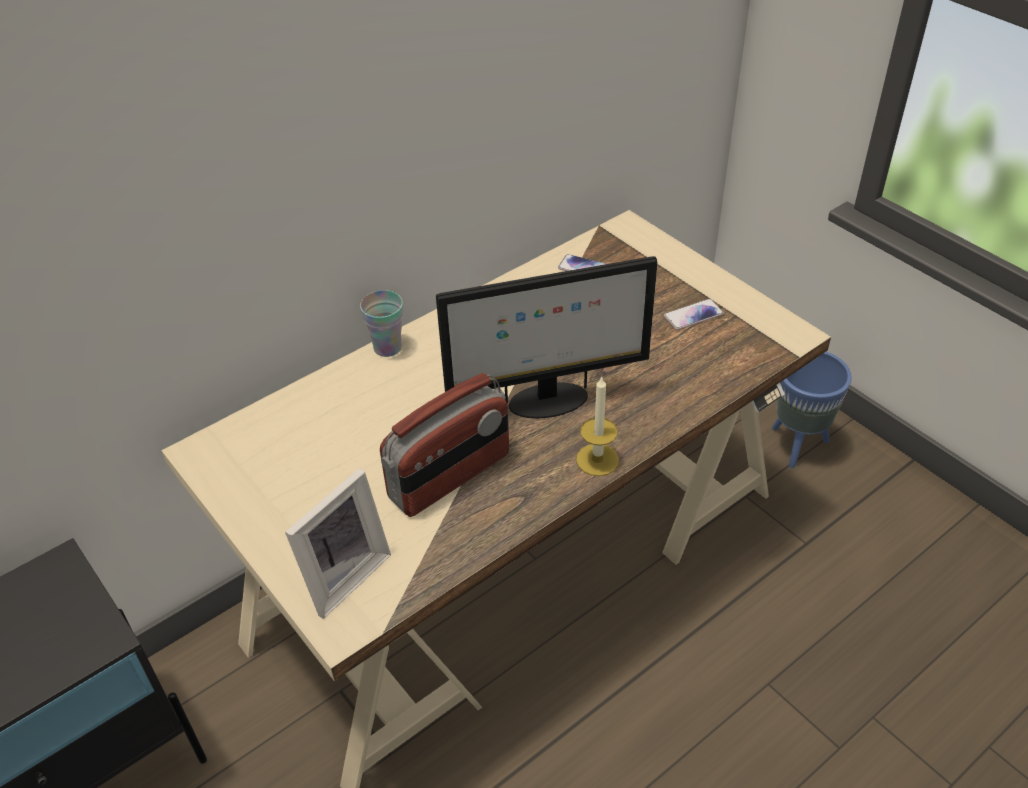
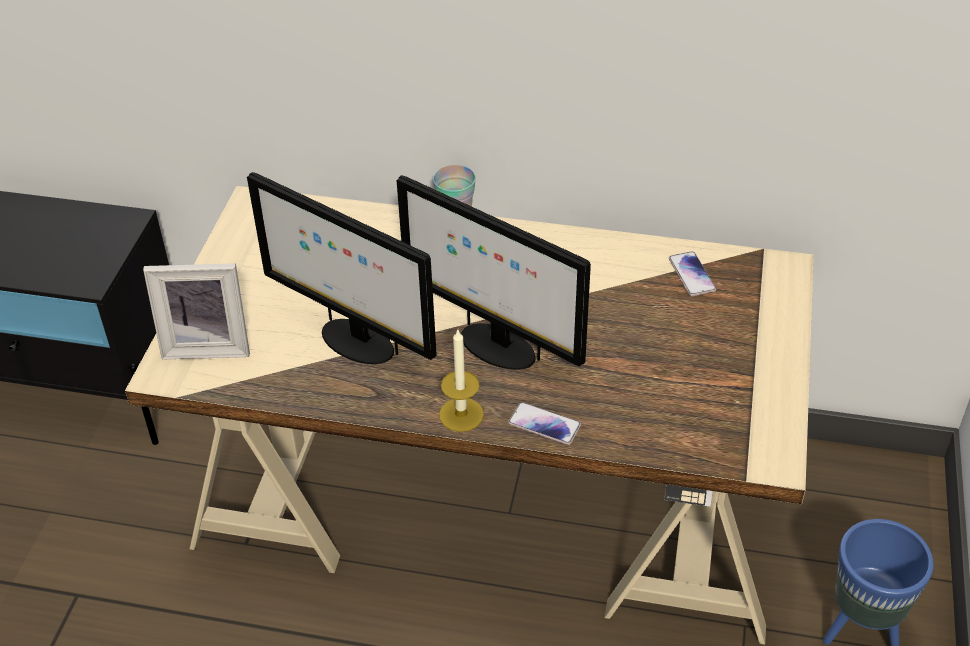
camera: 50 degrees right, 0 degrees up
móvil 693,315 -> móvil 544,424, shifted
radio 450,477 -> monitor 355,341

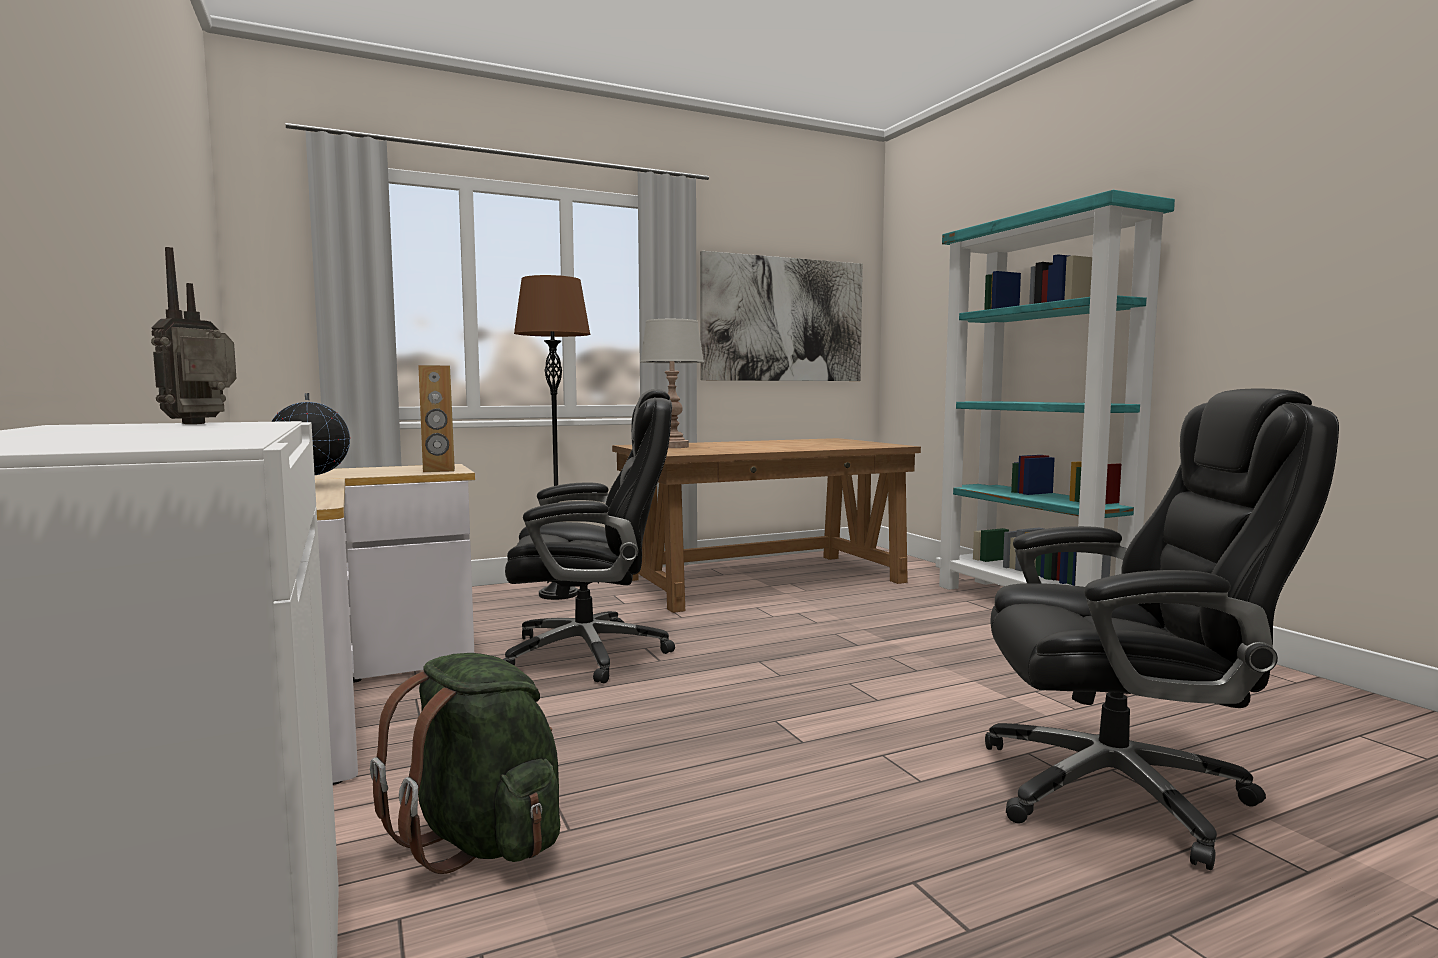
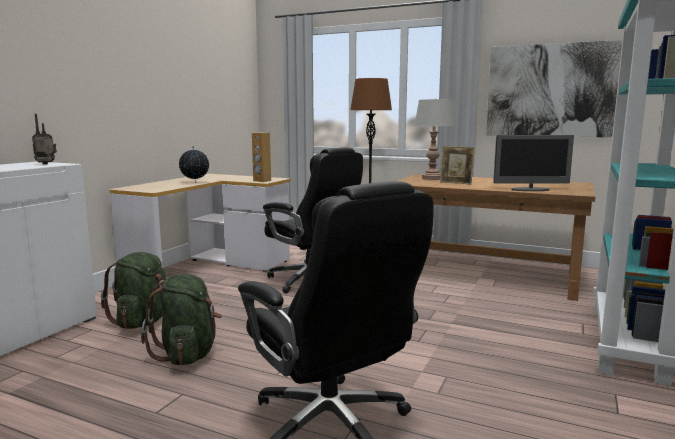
camera: 50 degrees right, 5 degrees up
none -> mochila/verde 187,354
none -> portarretratos 456,183
none -> monitor 530,190

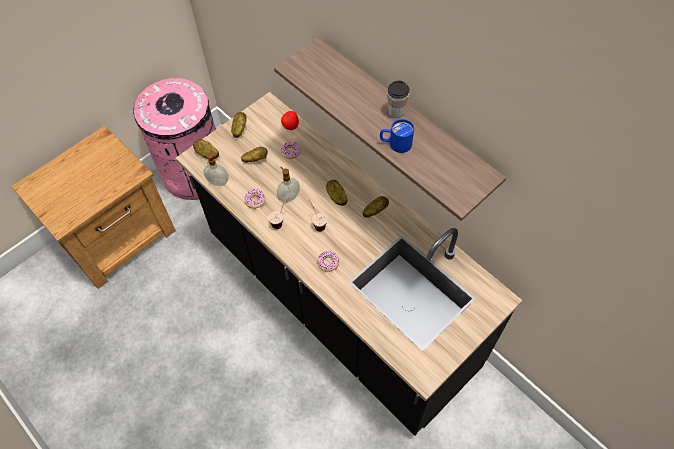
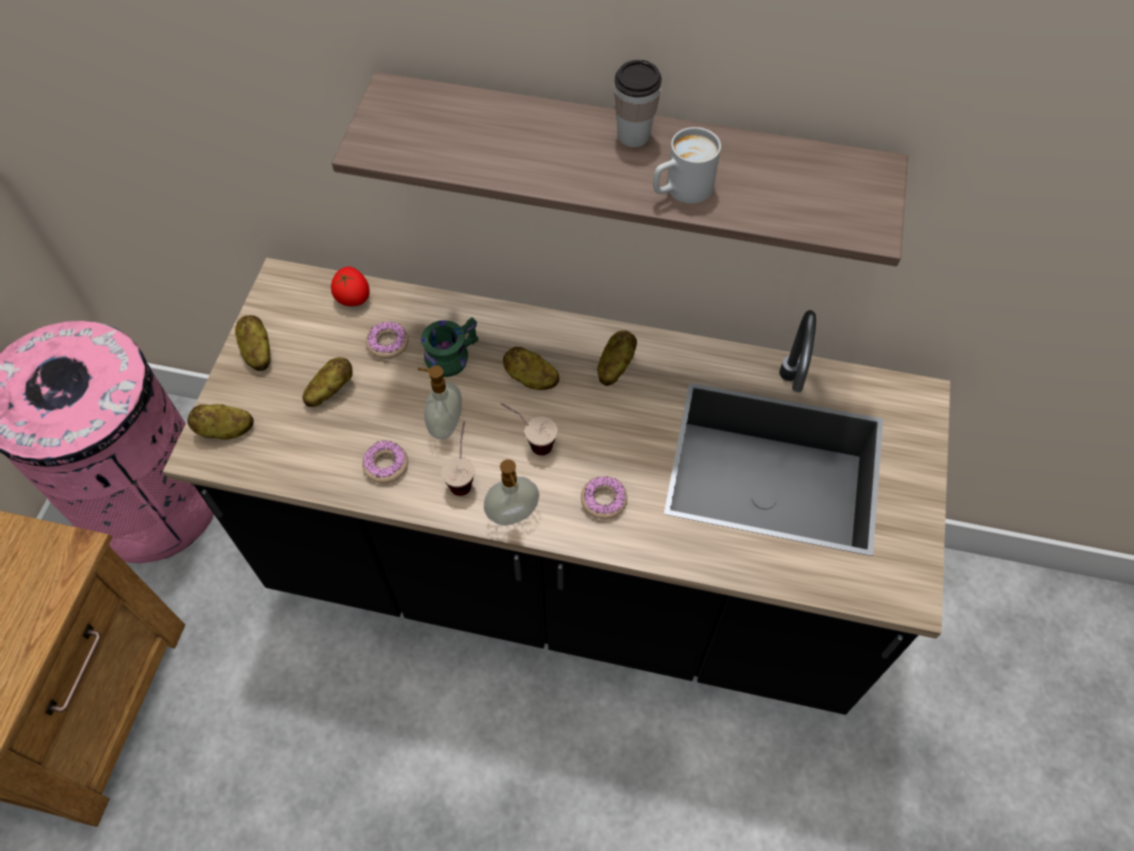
camera: 35 degrees left, 0 degrees up
none -> taza grande/verde 450,354
dispensador de jabón 218,182 -> dispensador de jabón 513,516, shifted
taza grande/azul 395,144 -> taza grande/blanco 680,190

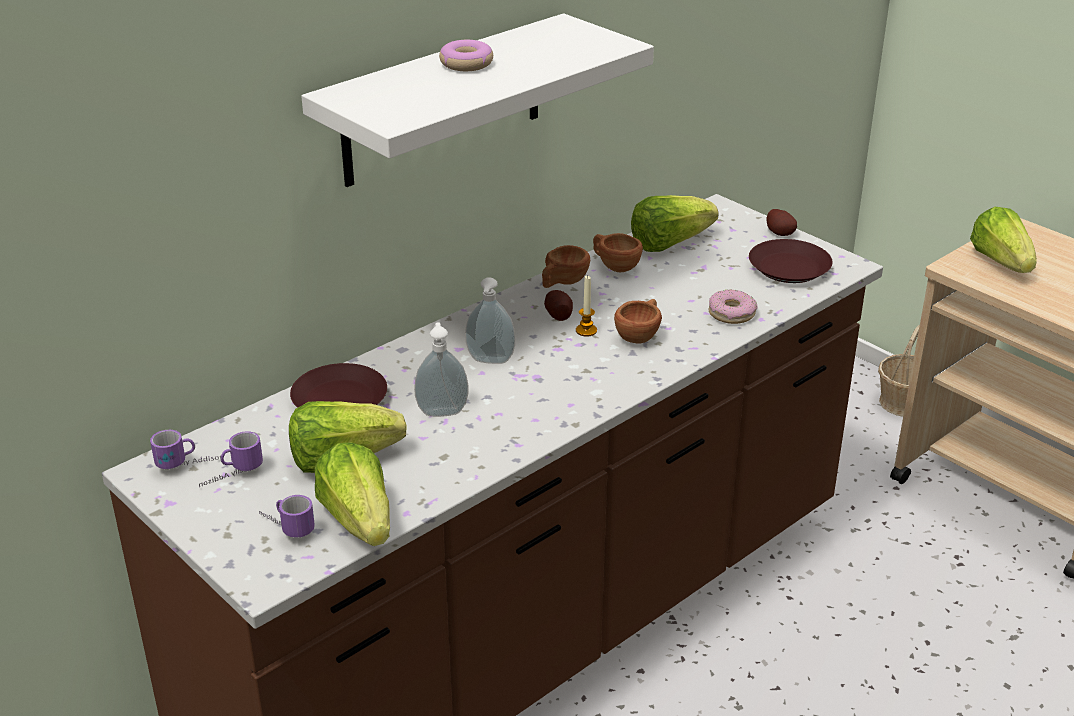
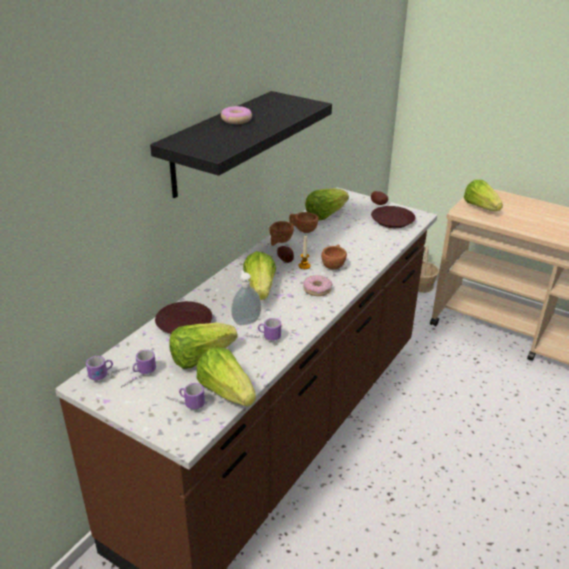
camera: 15 degrees left, 0 degrees up
none -> taza grande 262,338
rosquilla 731,313 -> rosquilla 317,289, shifted
dispensador de jabón 490,361 -> lechuga 260,289
estante/blanco 443,101 -> estante/negro 218,144

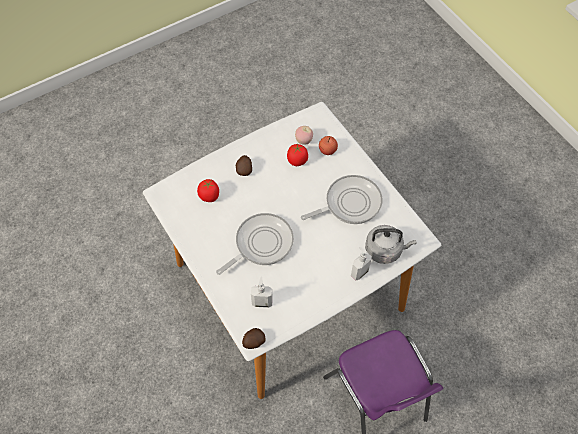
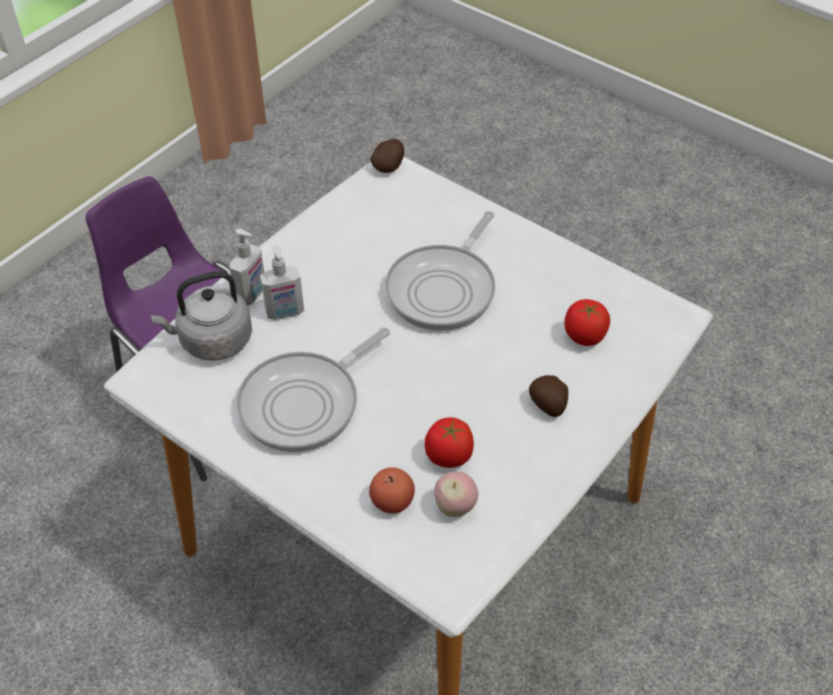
camera: 160 degrees right, 10 degrees down
dispensador de jabón 262,302 -> dispensador de jabón 285,313, shifted

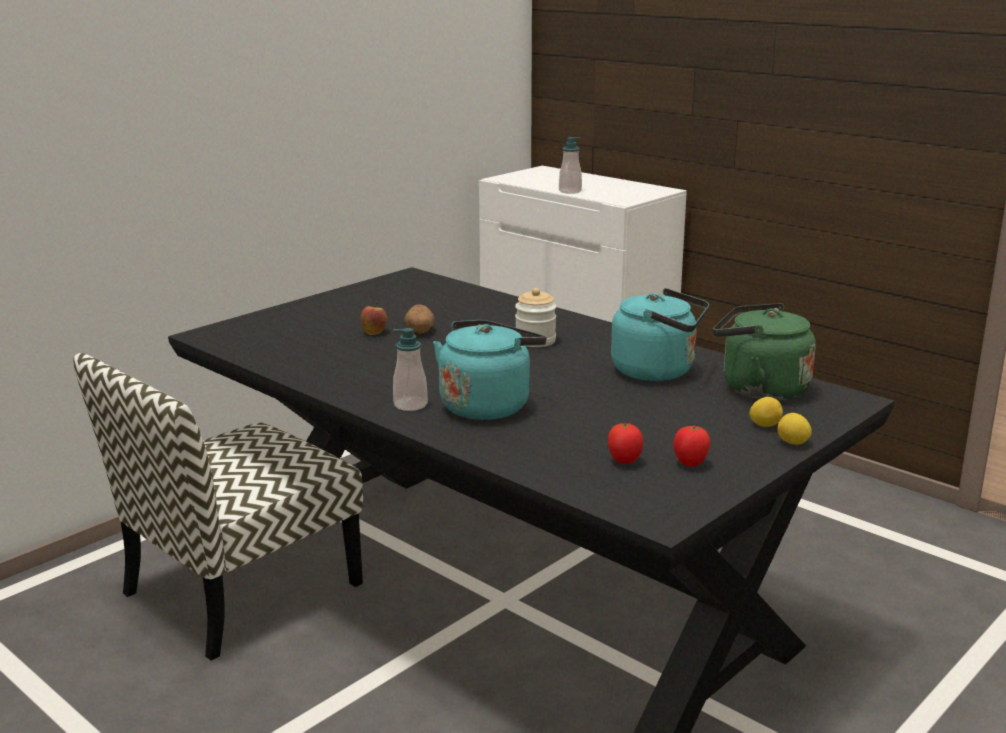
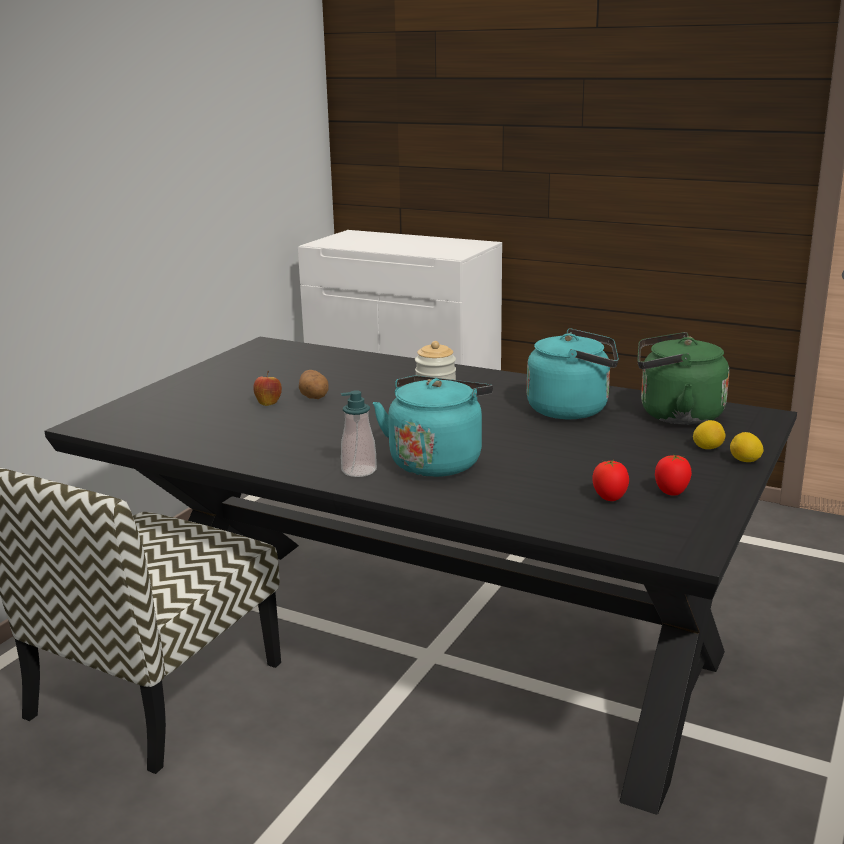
camera: 15 degrees left, 0 degrees up
dispensador de jabón 570,191 -> none

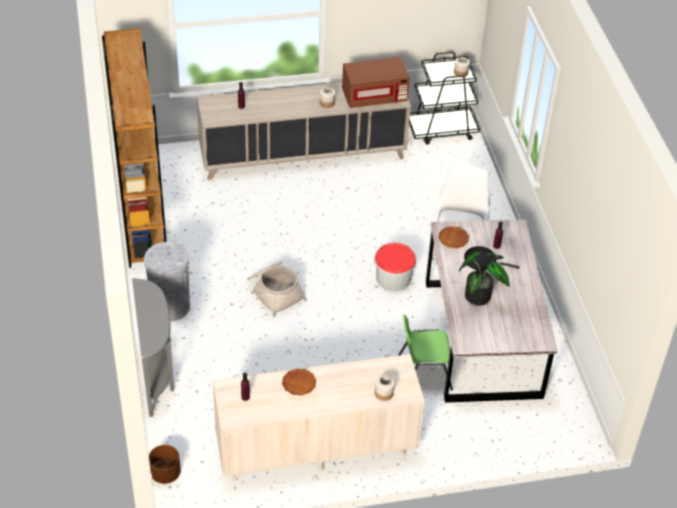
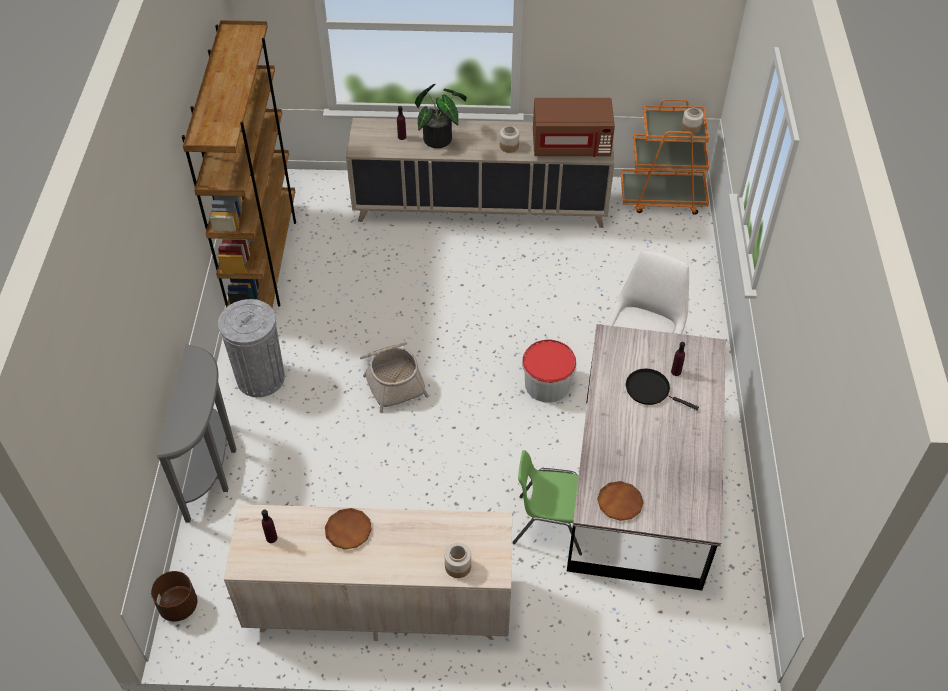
camera: 15 degrees right, 5 degrees up
plato/marrón 453,239 -> plato/marrón 619,502, shifted
planta en maceta 480,295 -> planta en maceta 441,139, shifted
carrito/negro 442,130 -> carrito/naranja 662,197

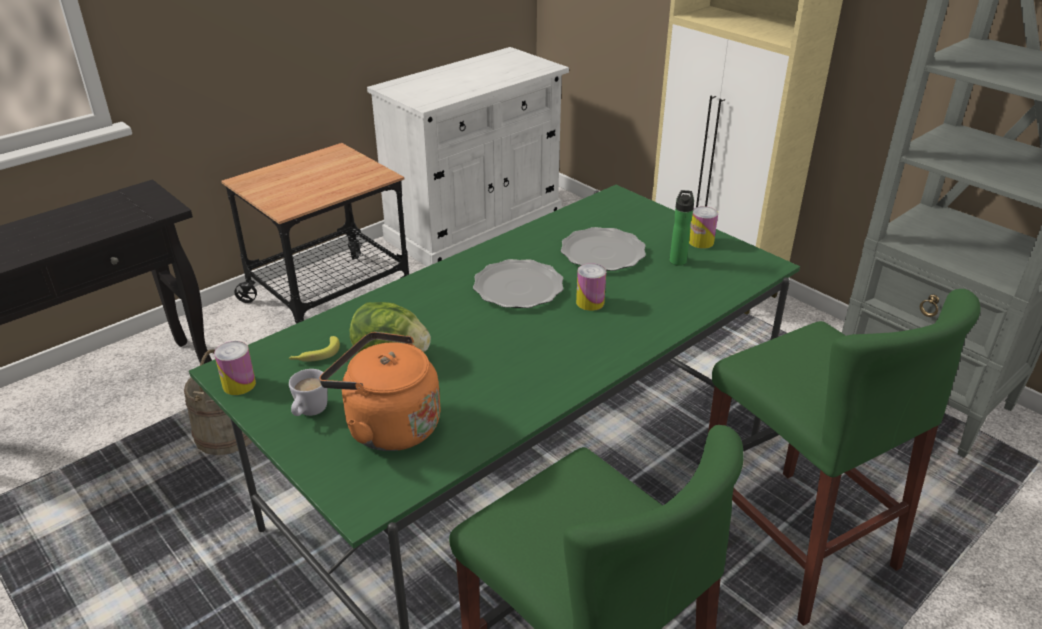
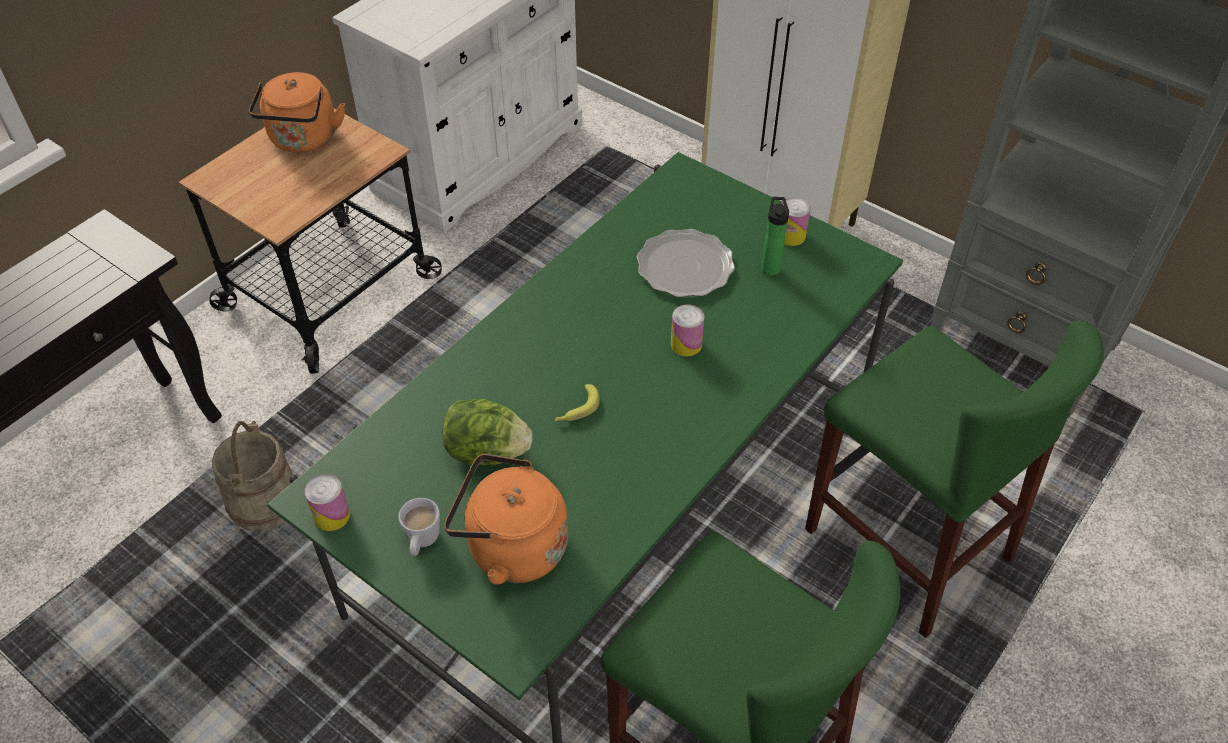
camera: 10 degrees left, 15 degrees up
plato 519,287 -> none
none -> hervidor/naranja 303,140
plátano 315,355 -> plátano 576,409, shifted

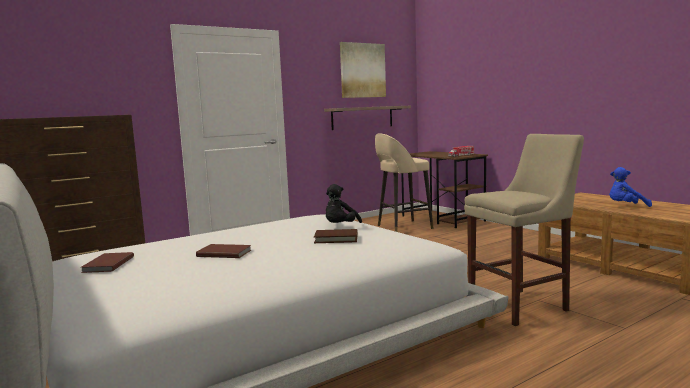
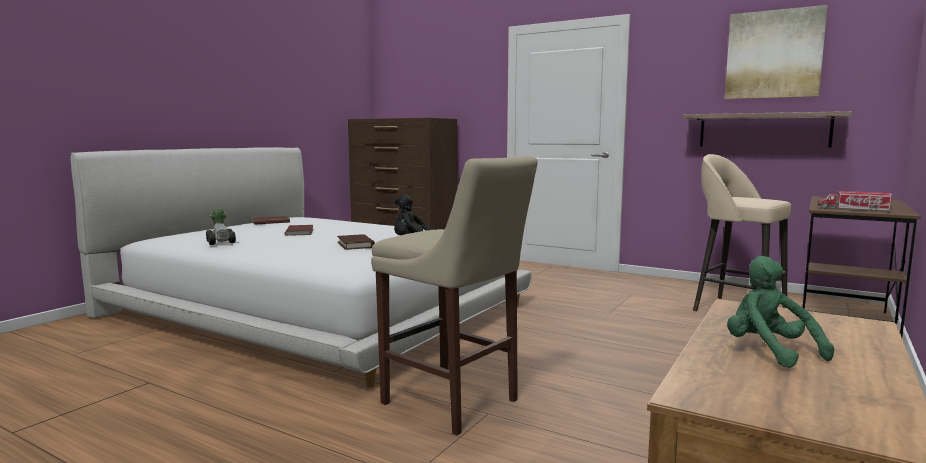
camera: 65 degrees right, 0 degrees up
none -> coche de juguete 221,242
peluche/azul 626,206 -> peluche/verde 769,351

